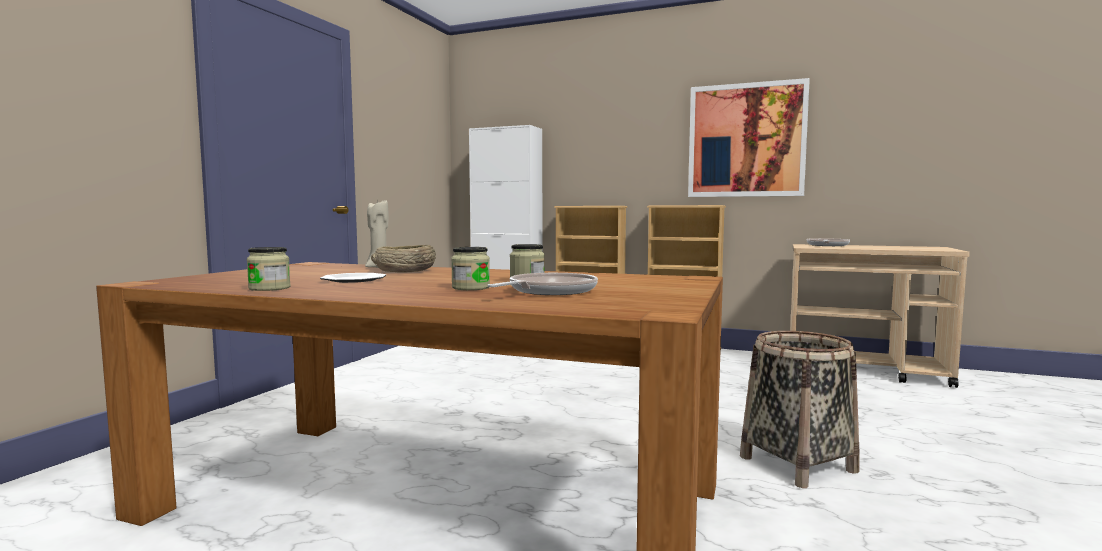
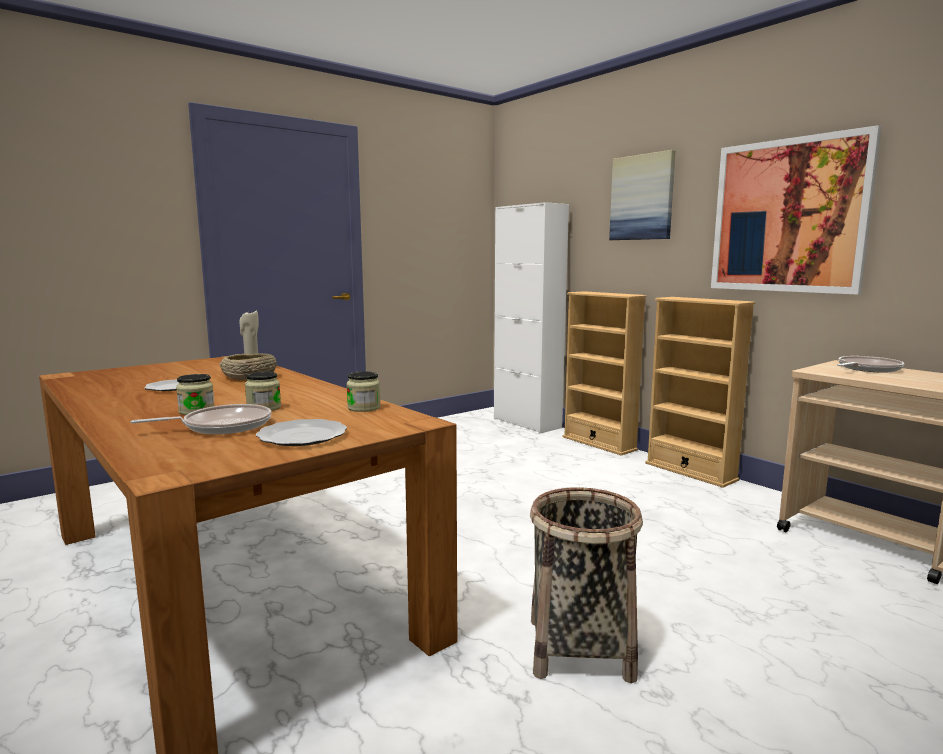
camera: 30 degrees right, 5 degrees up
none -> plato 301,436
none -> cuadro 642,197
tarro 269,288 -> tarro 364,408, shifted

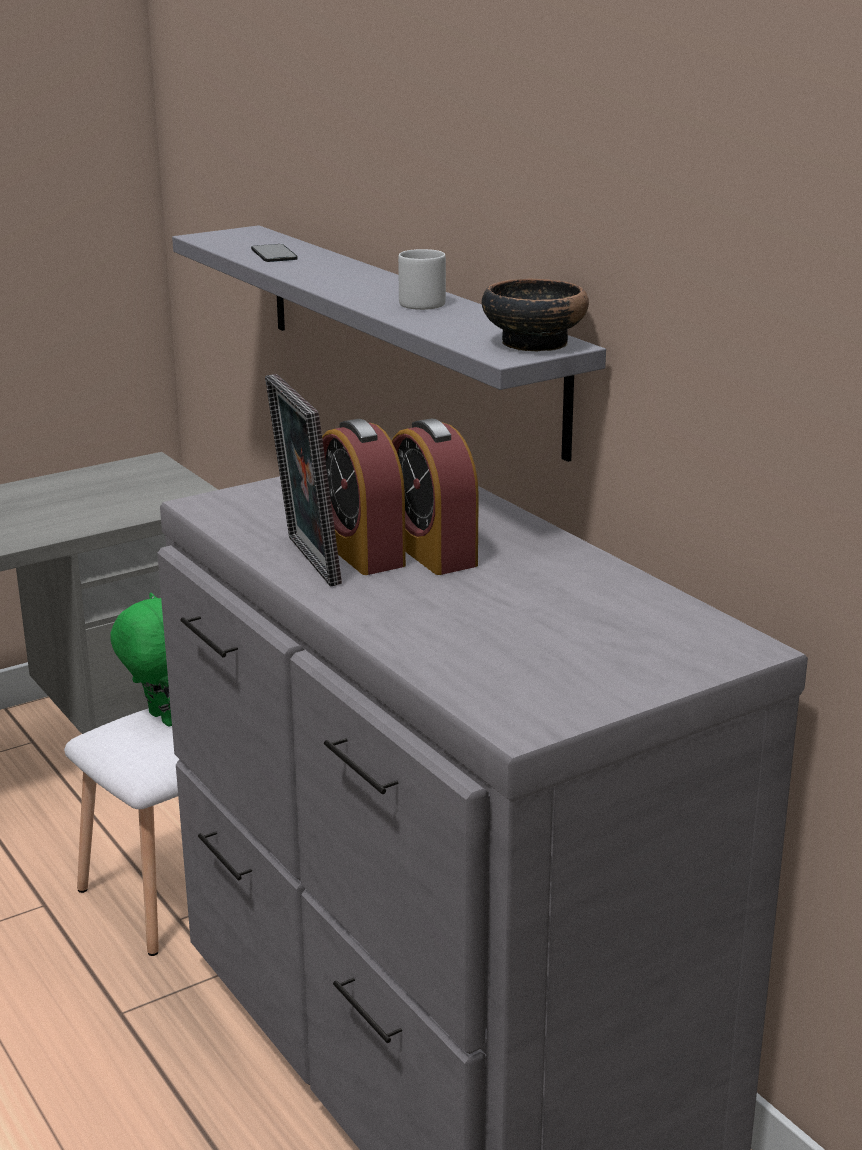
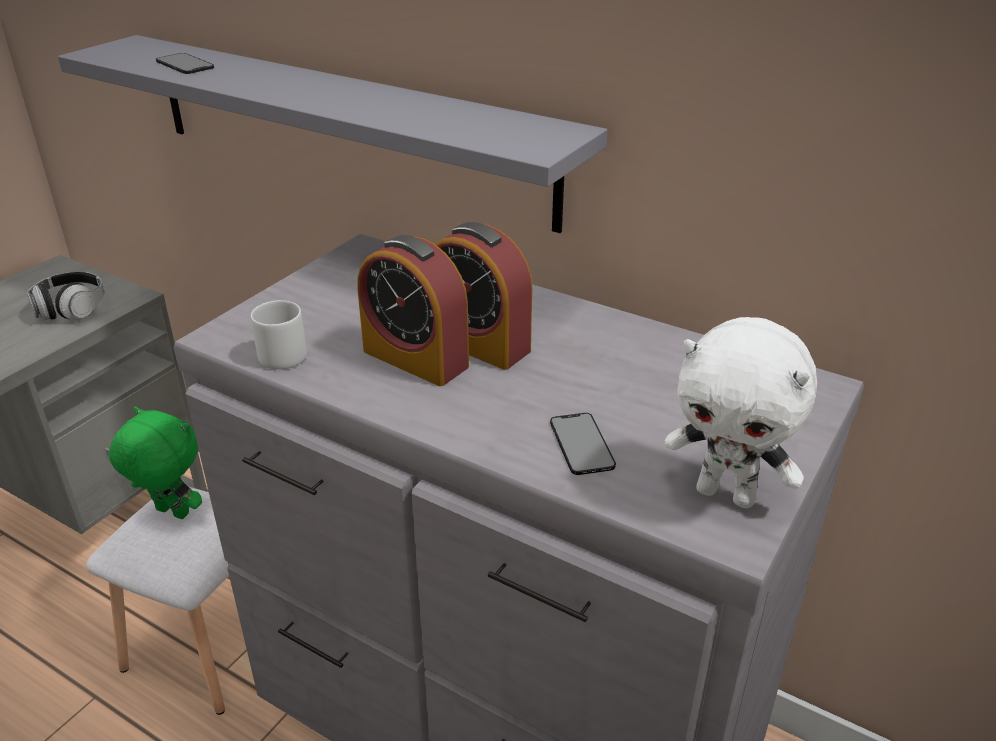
camera: 25 degrees left, 10 degrees up
portarretratos 306,562 -> none
cuenco 533,343 -> none
none -> auriculares 71,309
none -> móvil 581,444
none -> peluche/blanco 727,494
taza grande/gris 424,303 -> taza grande/gris 283,353, shifted

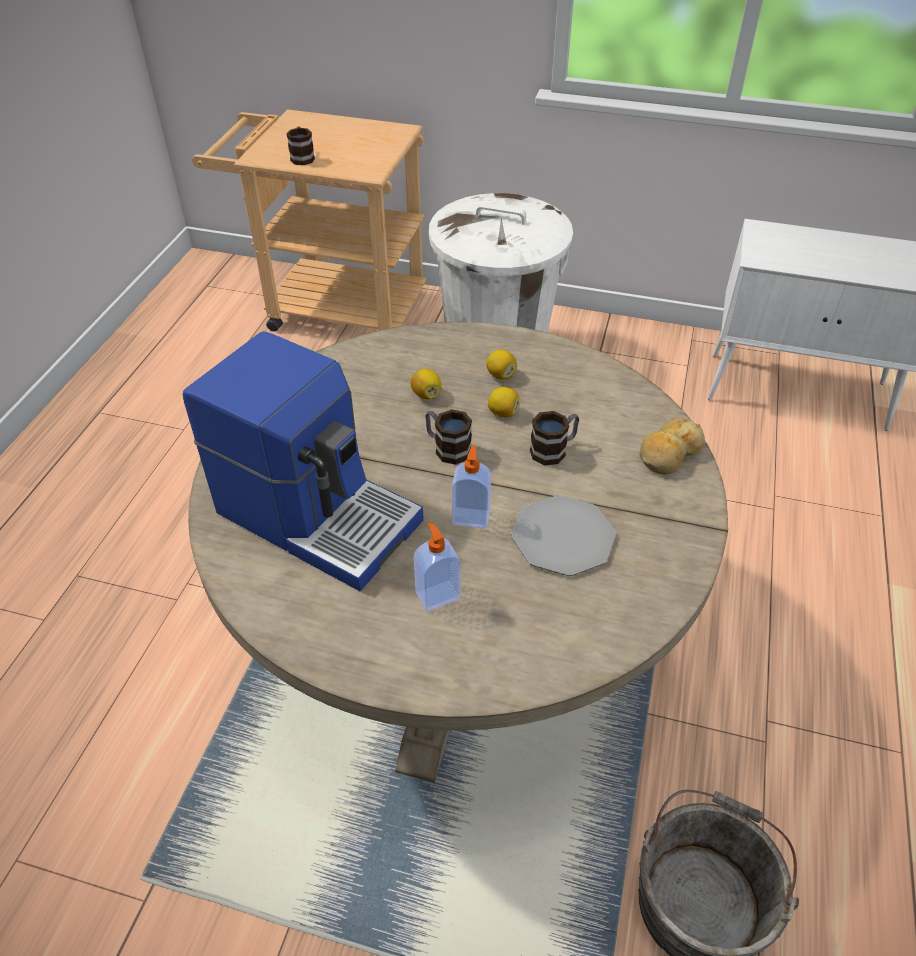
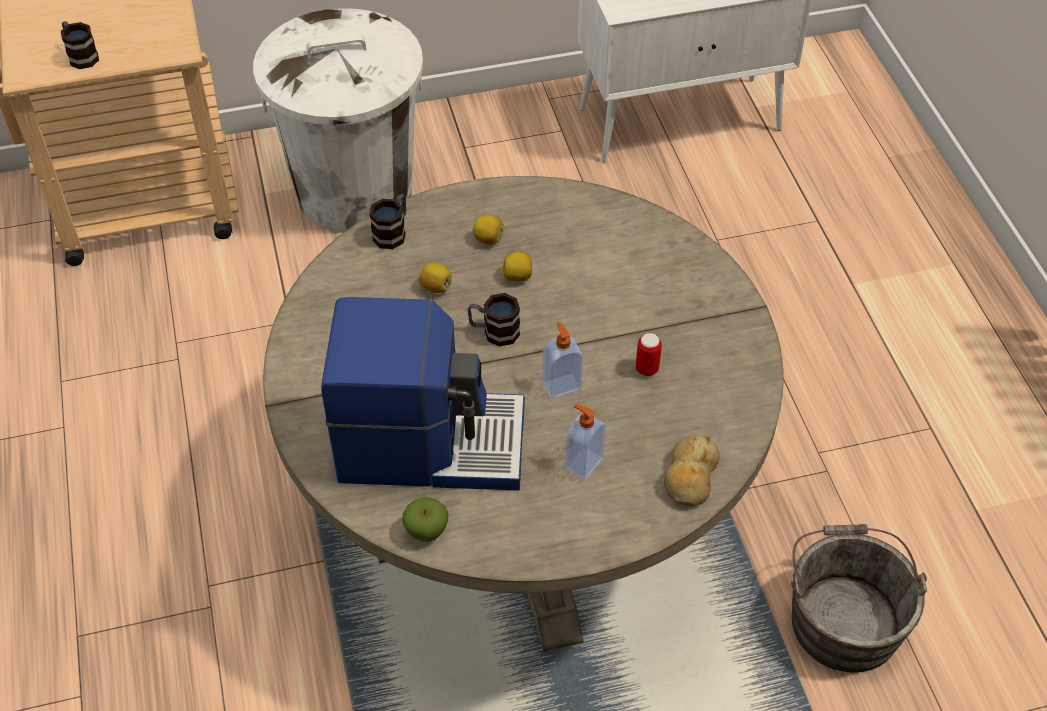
camera: 30 degrees left, 5 degrees up
none -> manzana 426,532
taza grande 554,450 -> taza grande 393,232, shifted
pan 668,454 -> pan 690,478, shifted
plato 563,537 -> lata 647,369

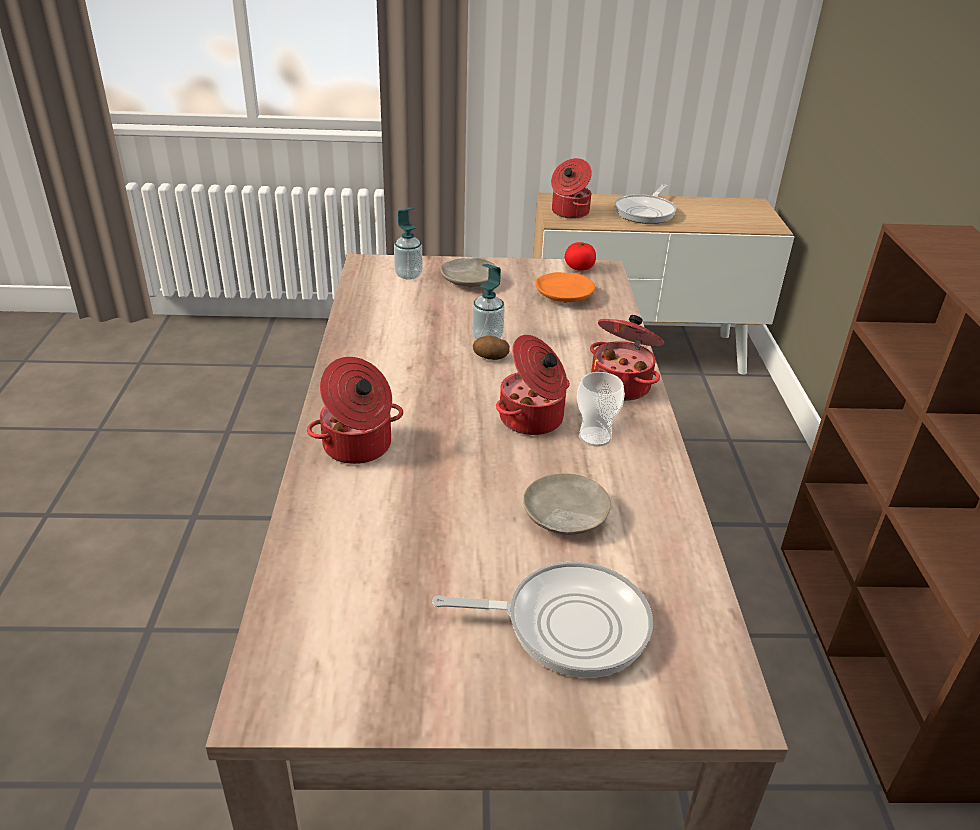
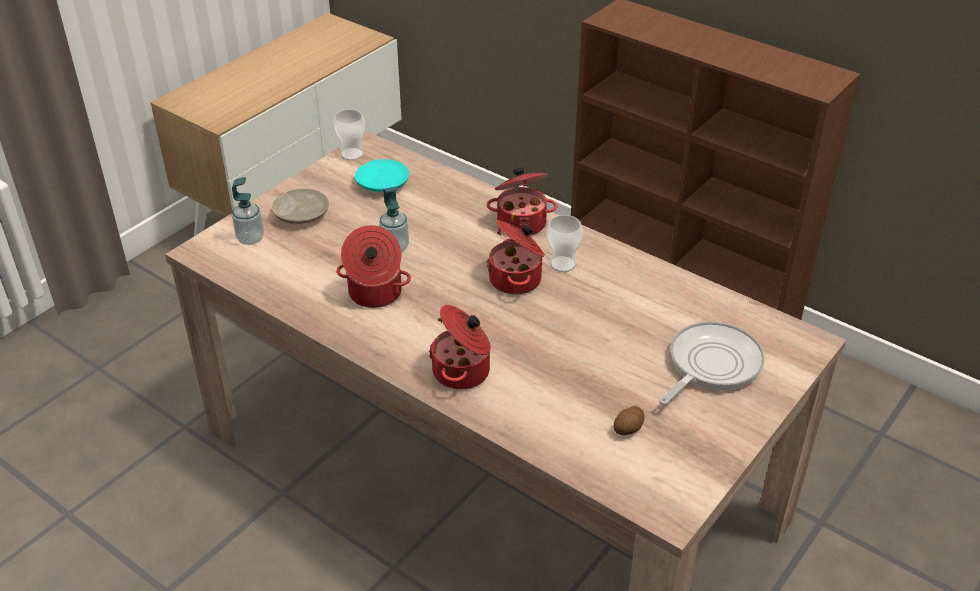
camera: 50 degrees left, 5 degrees up
plato/beis 564,515 -> none
sartén 646,212 -> none
patata 490,357 -> patata 628,429, shifted
olla 569,212 -> olla 374,294, shifted
tomate 579,268 -> taza 352,154
plato/naranja 564,295 -> plato/turquesa 382,183

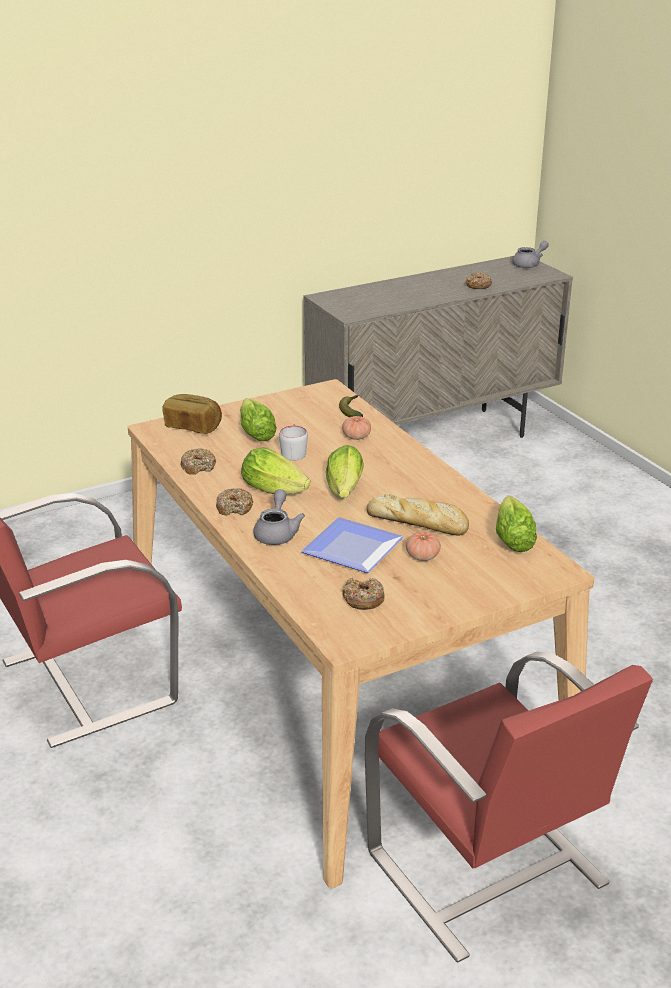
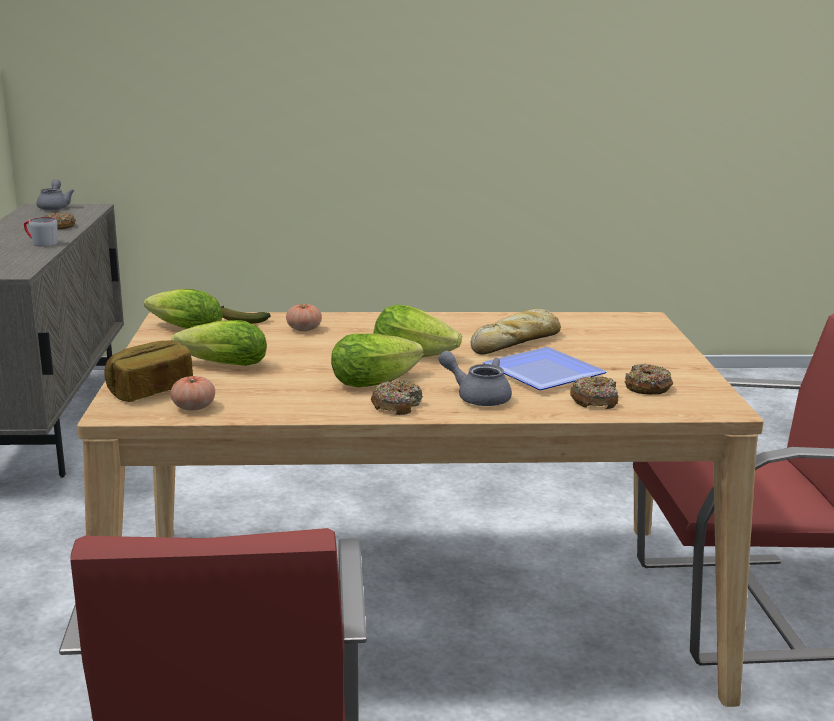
camera: 65 degrees left, 10 degrees down
rosquilla 198,467 -> rosquilla 594,400, shifted
taza grande/gris 293,451 -> taza grande/gris 40,243, shifted
tomate 422,556 -> tomate 193,407, shifted
lechuga 513,537 -> lechuga 182,329, shifted

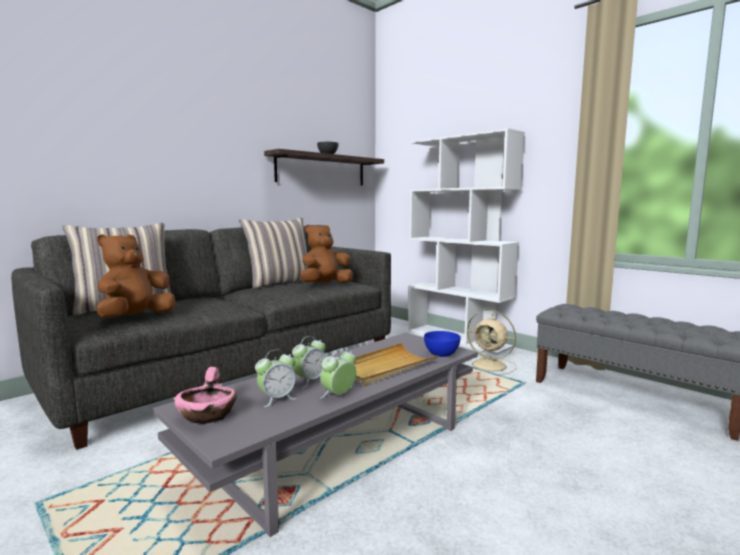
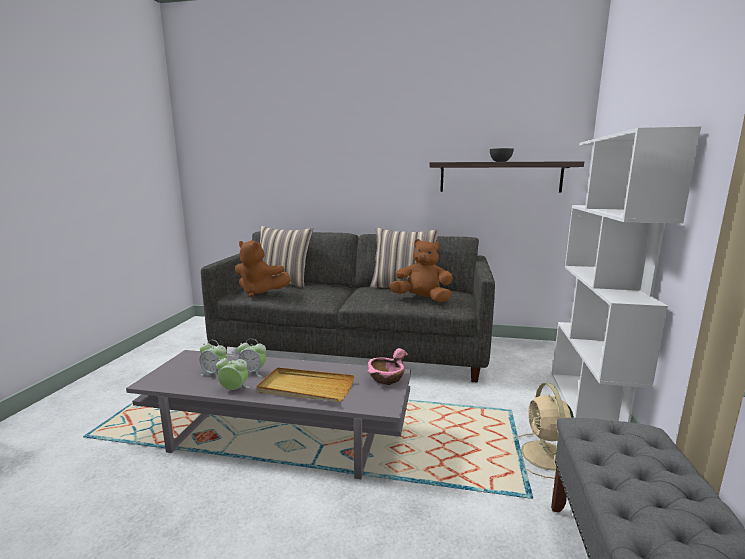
camera: 55 degrees right, 5 degrees up
cuenco/azul 441,354 -> none
cuenco/rosa 208,415 -> cuenco/rosa 386,379, shifted
peluche/marrón 136,318 -> peluche/marrón 260,292, 150 degrees counterclockwise

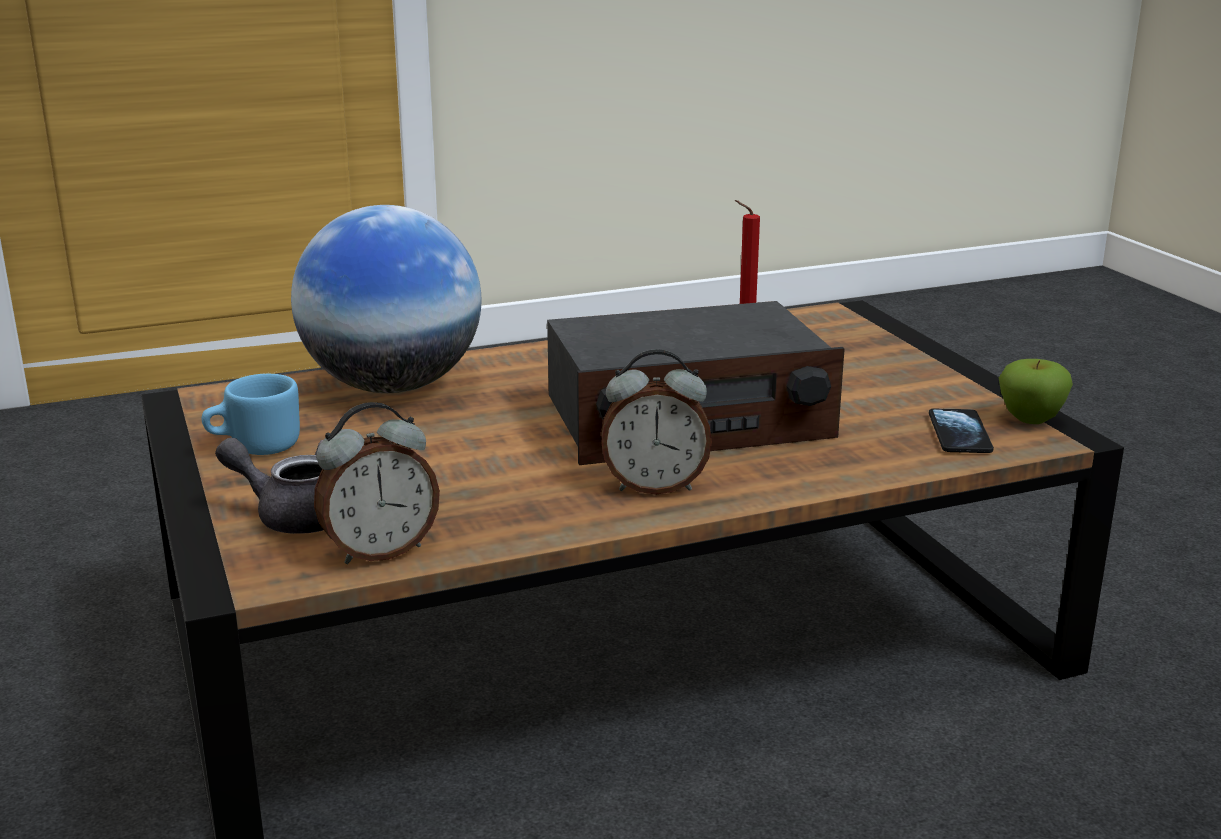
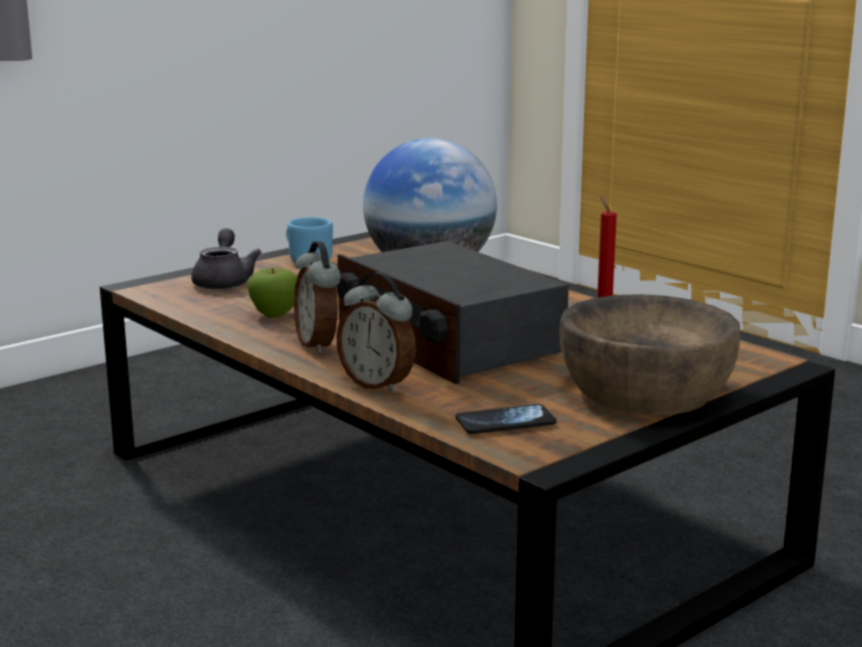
camera: 70 degrees right, 5 degrees down
none -> cuenco/marrón 645,391
despertador 380,551 -> despertador 378,385, shifted
manzana 1030,419 -> manzana 275,314, shifted

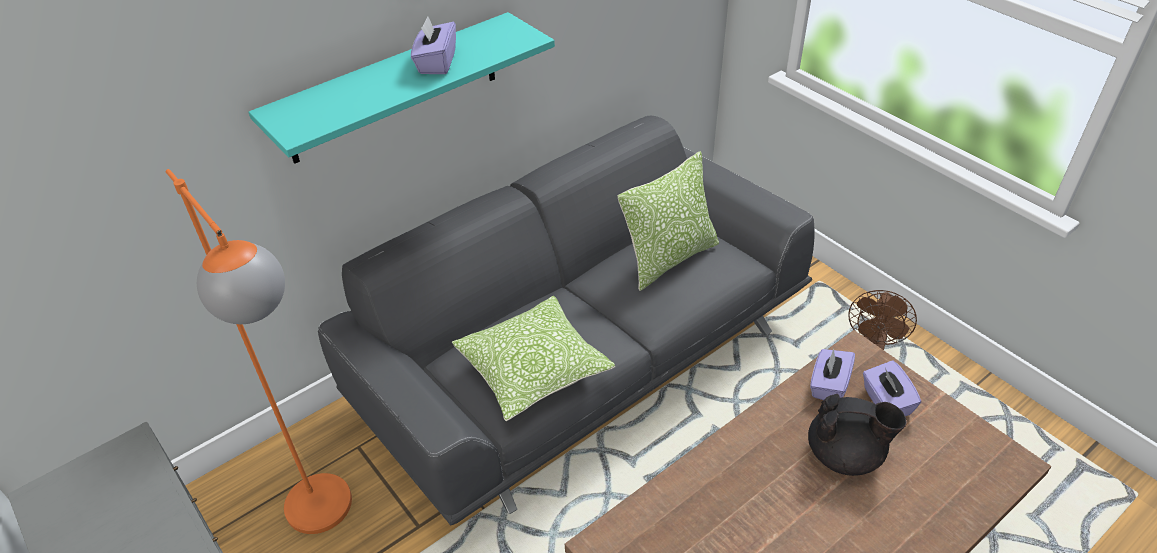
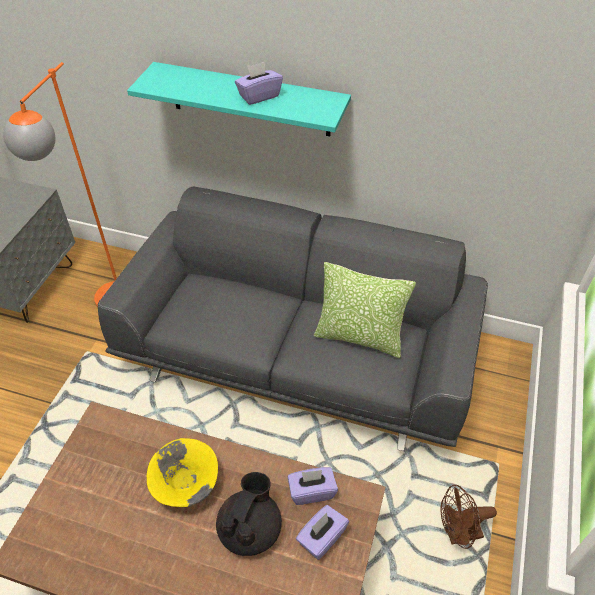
camera: 55 degrees right, 5 degrees up
cojín 533,368 -> none
none -> cuenco/amarillo 185,485
tetera/negro 845,455 -> tetera/negro 250,529, 135 degrees counterclockwise

